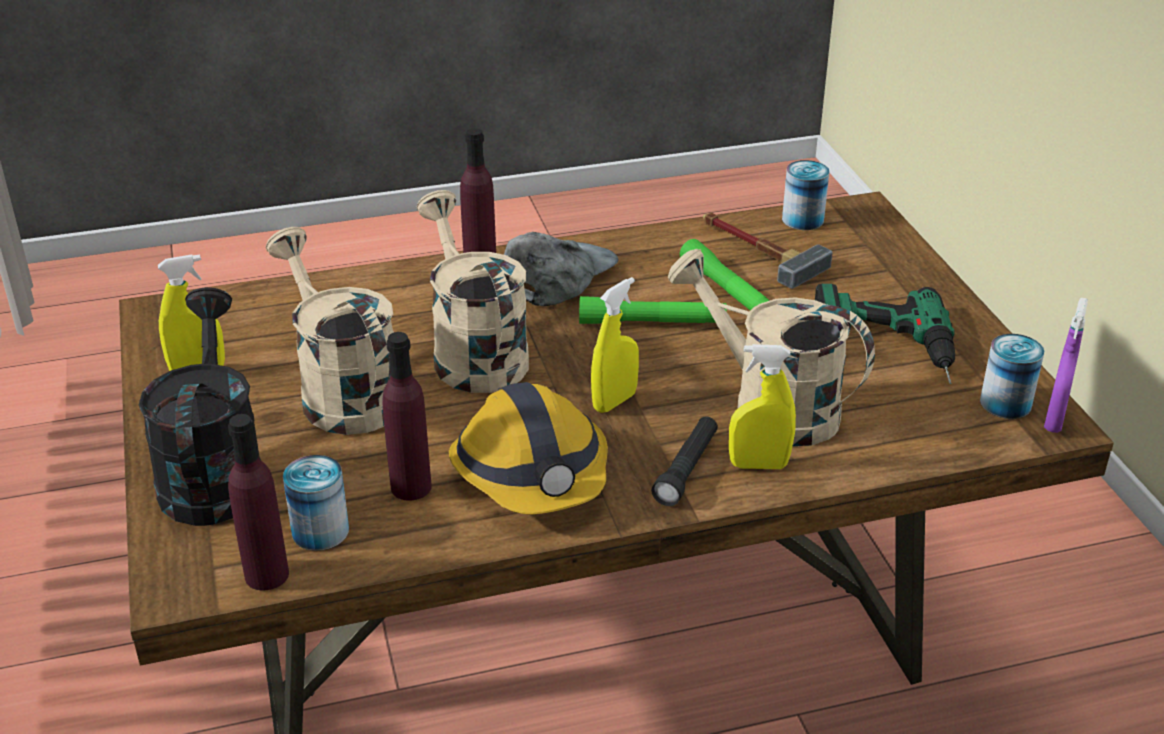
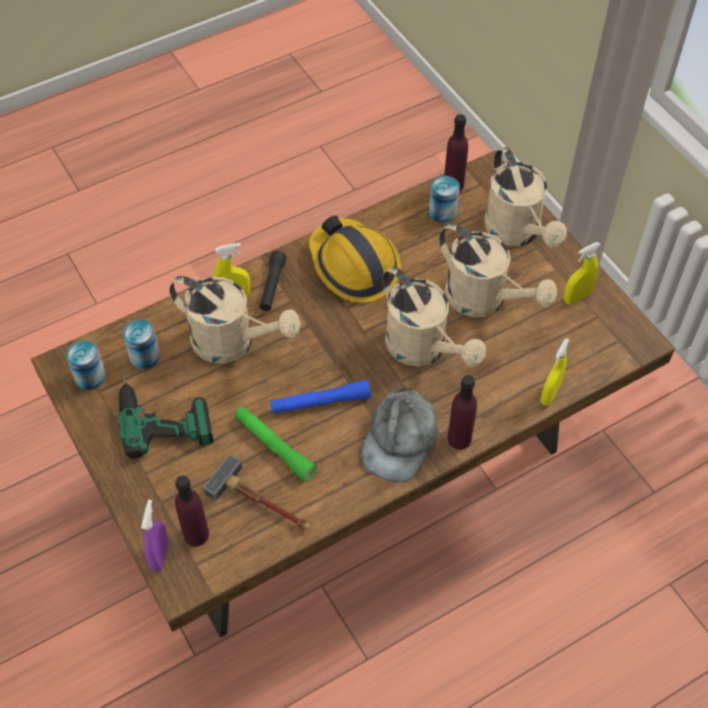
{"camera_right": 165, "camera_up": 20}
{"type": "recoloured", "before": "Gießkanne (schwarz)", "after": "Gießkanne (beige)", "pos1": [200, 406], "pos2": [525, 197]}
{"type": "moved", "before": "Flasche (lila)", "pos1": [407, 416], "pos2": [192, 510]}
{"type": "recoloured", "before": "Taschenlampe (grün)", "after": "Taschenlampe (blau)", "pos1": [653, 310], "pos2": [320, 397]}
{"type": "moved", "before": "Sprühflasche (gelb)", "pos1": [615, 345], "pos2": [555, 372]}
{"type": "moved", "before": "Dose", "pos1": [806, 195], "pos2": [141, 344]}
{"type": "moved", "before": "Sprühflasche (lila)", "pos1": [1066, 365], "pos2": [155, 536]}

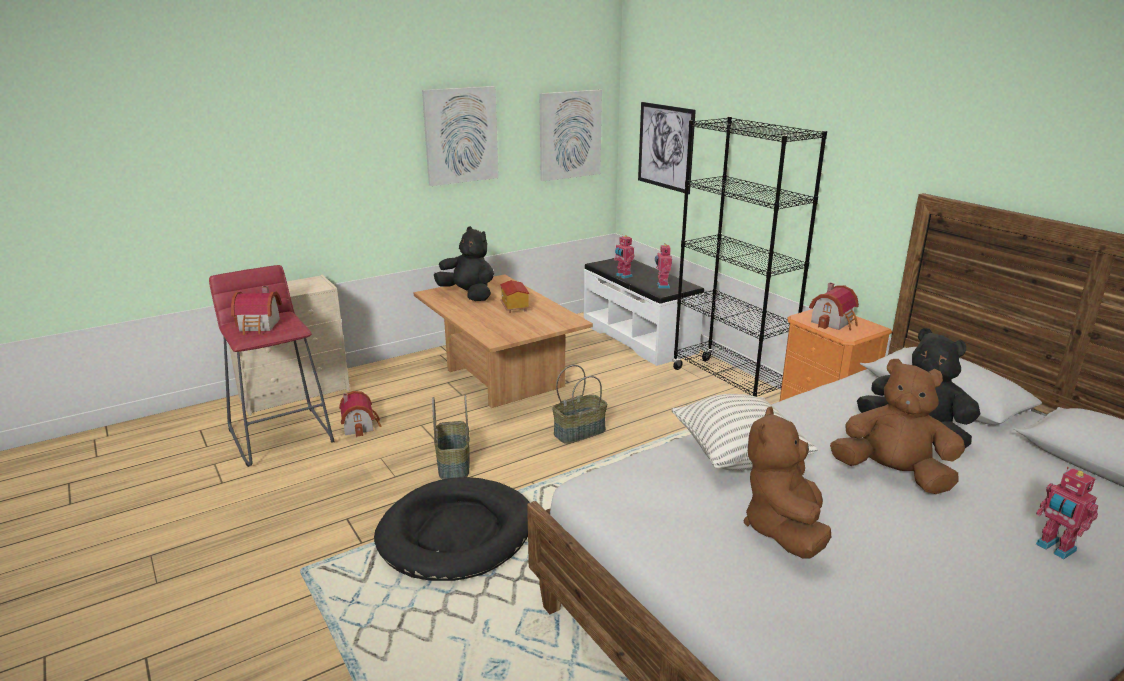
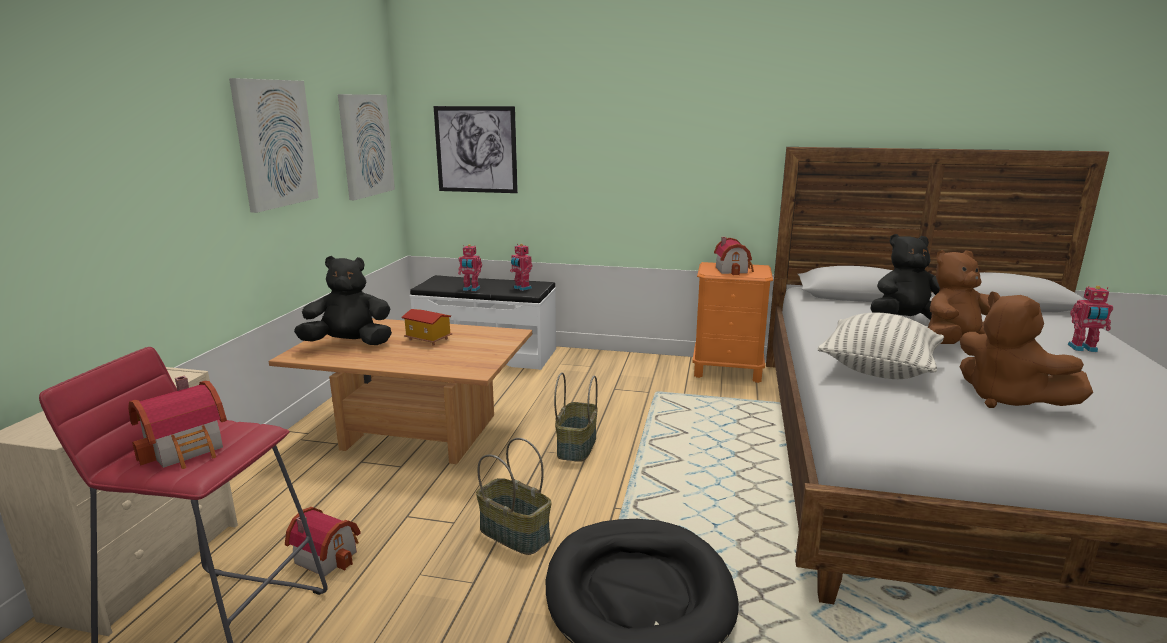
{"camera_right": -45, "camera_up": -5}
{"type": "removed", "before": "Bücherregal (schwarz)", "pos1": [749, 256]}

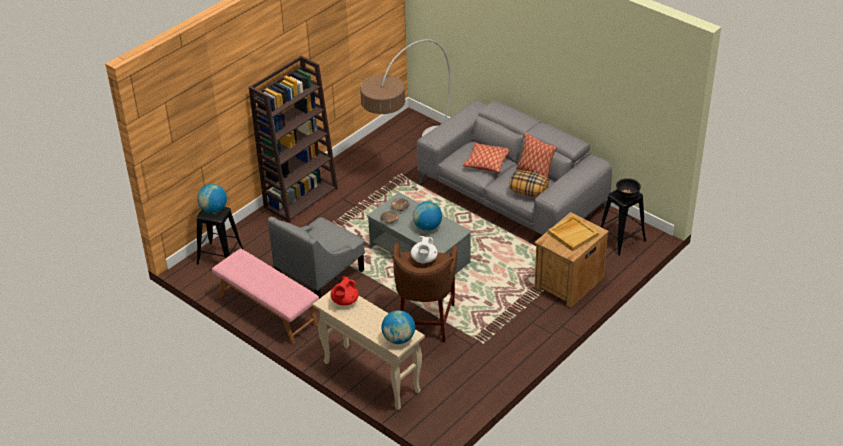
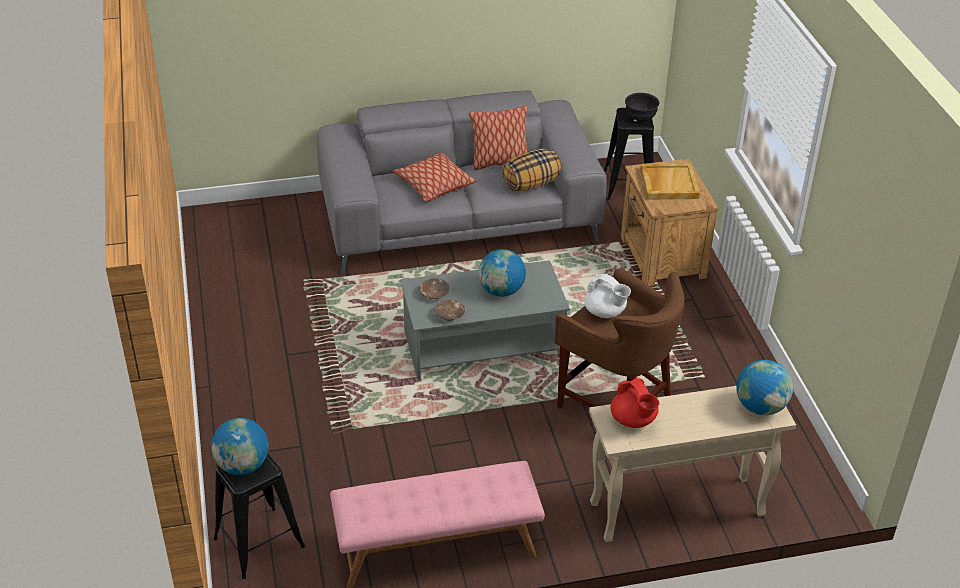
{"camera_right": -55, "camera_up": 0}
{"type": "removed", "before": "Bücherregal (braun)", "pos1": [293, 139]}
{"type": "removed", "before": "Sessel (grau)", "pos1": [316, 258]}
{"type": "removed", "before": "Stehlampe", "pos1": [405, 88]}

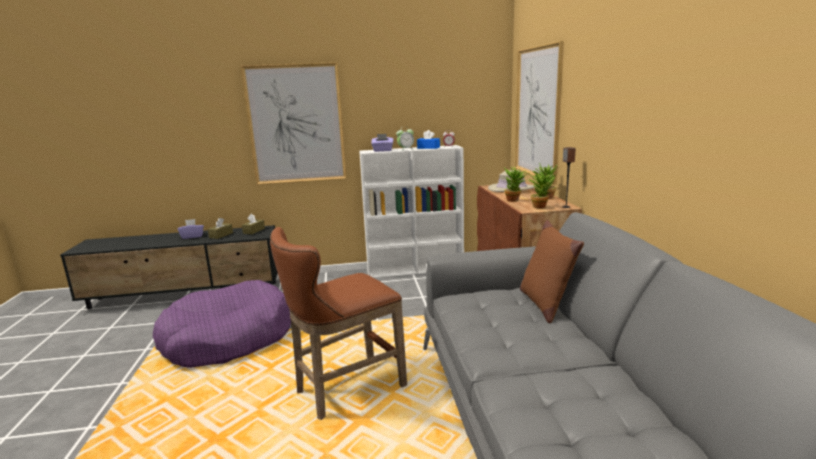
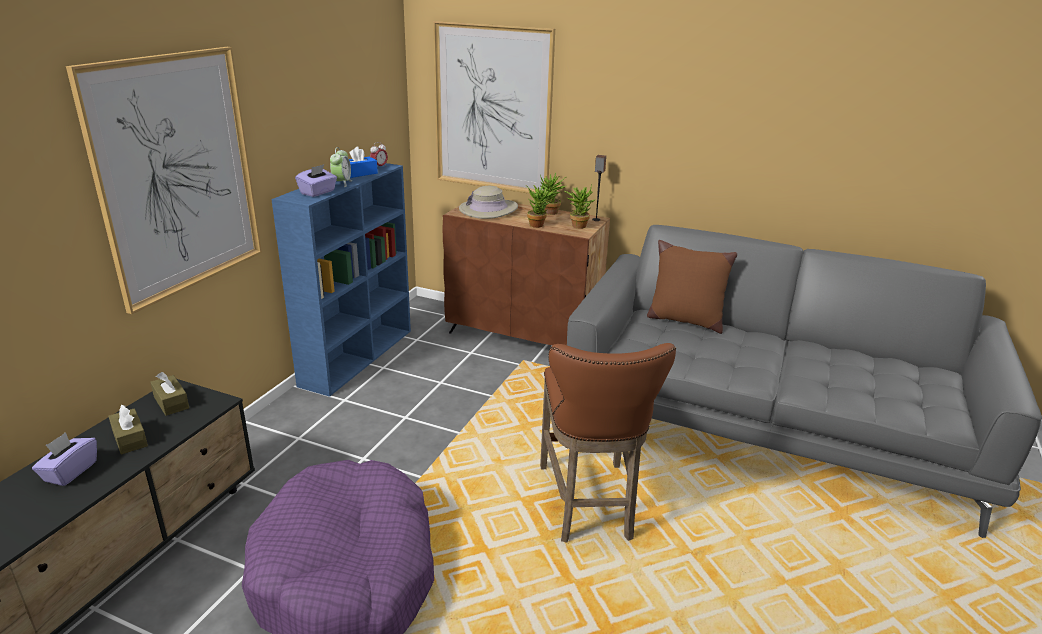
{"camera_right": -60, "camera_up": 10}
{"type": "recoloured", "before": "Bücherregal (weiß)", "after": "Bücherregal (blau)", "pos1": [411, 211], "pos2": [341, 280]}

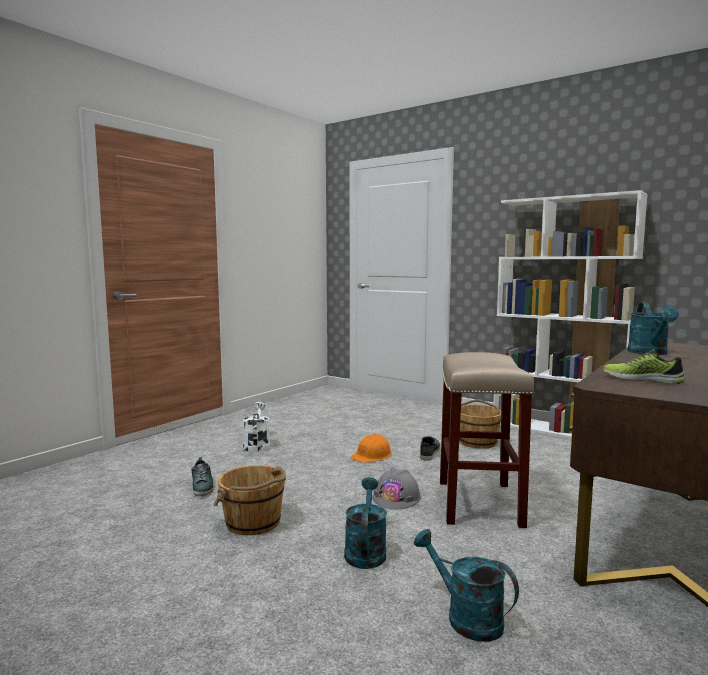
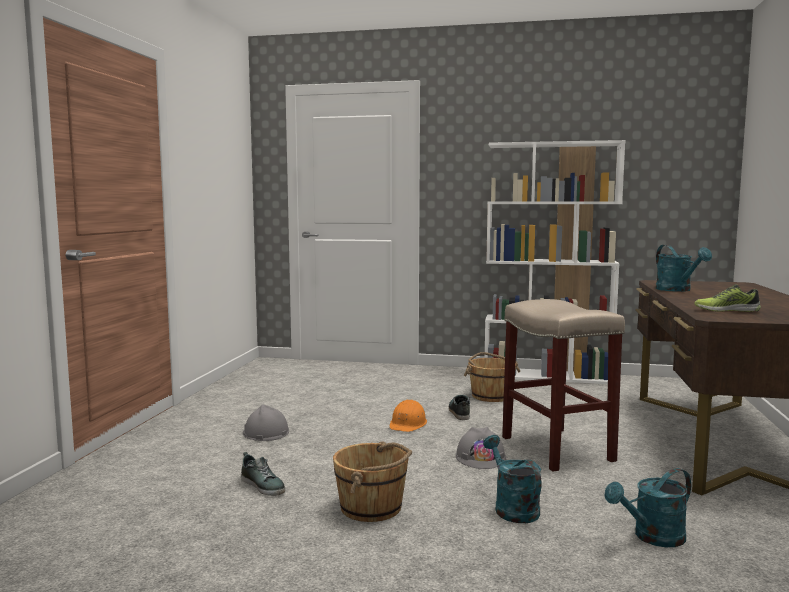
{"camera_right": -25, "camera_up": 0}
{"type": "replaced", "before": "Gießkanne (weiß)", "after": "Schutzhelm (grau)", "pos1": [256, 427], "pos2": [266, 423]}
{"type": "turned", "before": "Gießkanne (türkis)", "pos1": [466, 585], "pos2": [648, 507], "turn": -45}

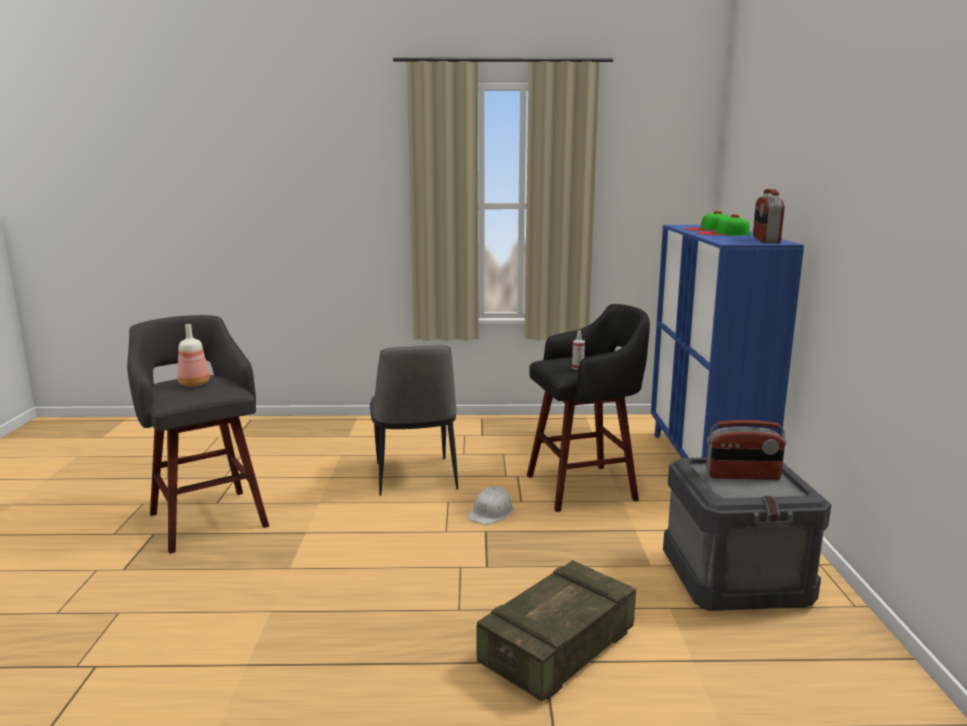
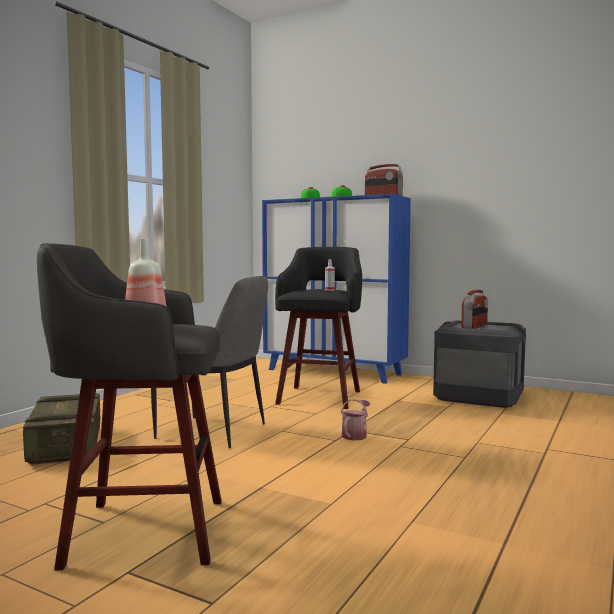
{"camera_right": -60, "camera_up": -10}
{"type": "removed", "before": "Schutzhelm (weiß)", "pos1": [491, 505]}
{"type": "moved", "before": "Kiste", "pos1": [556, 631], "pos2": [61, 429]}
{"type": "added", "after": "Gießkanne", "pos2": [356, 419]}

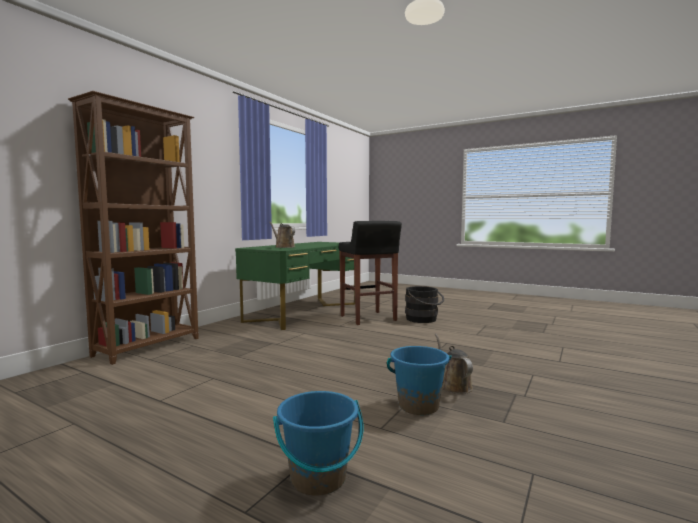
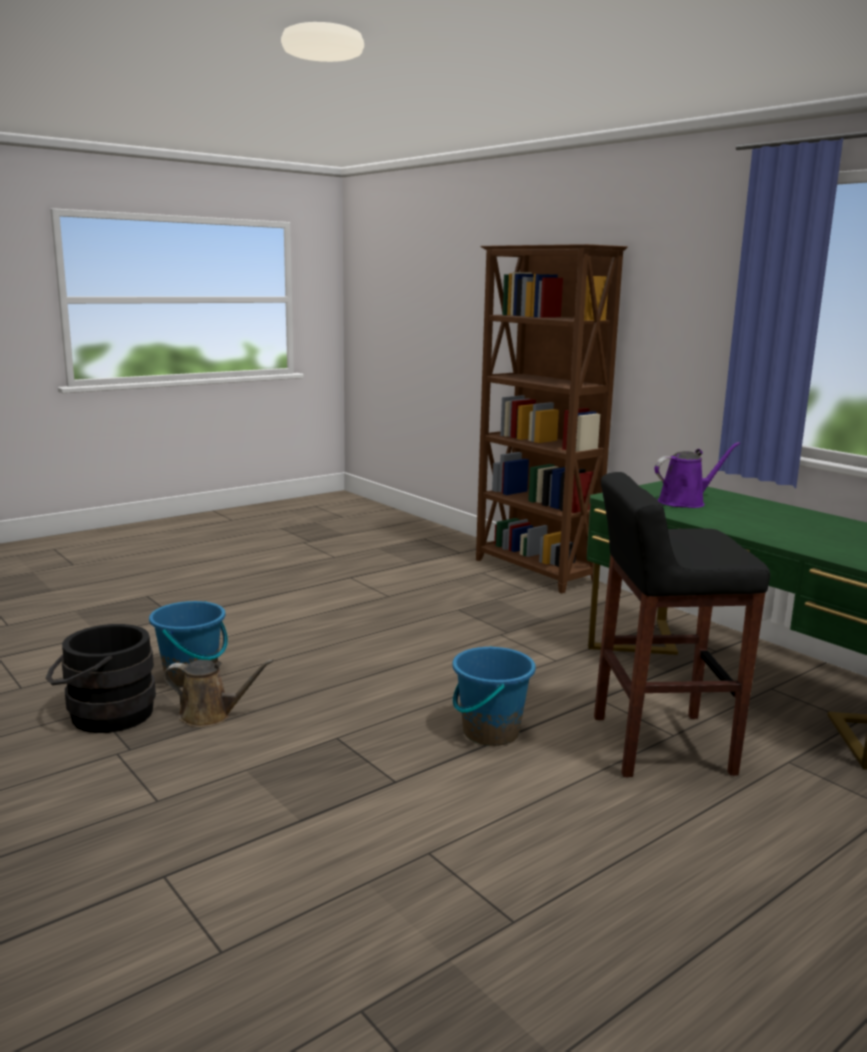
{"camera_right": 110, "camera_up": 10}
{"type": "recoloured", "before": "Gießkanne (braun)", "after": "Gießkanne (lila)", "pos1": [282, 235], "pos2": [697, 475]}
{"type": "moved", "before": "Eimer (blau)", "pos1": [318, 443], "pos2": [494, 696]}
{"type": "moved", "before": "Eimer (schwarz)", "pos1": [424, 304], "pos2": [101, 678]}

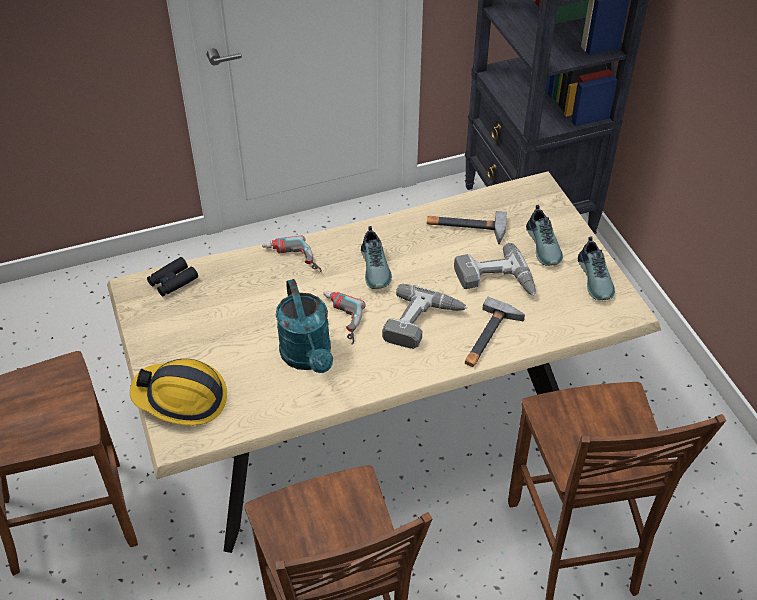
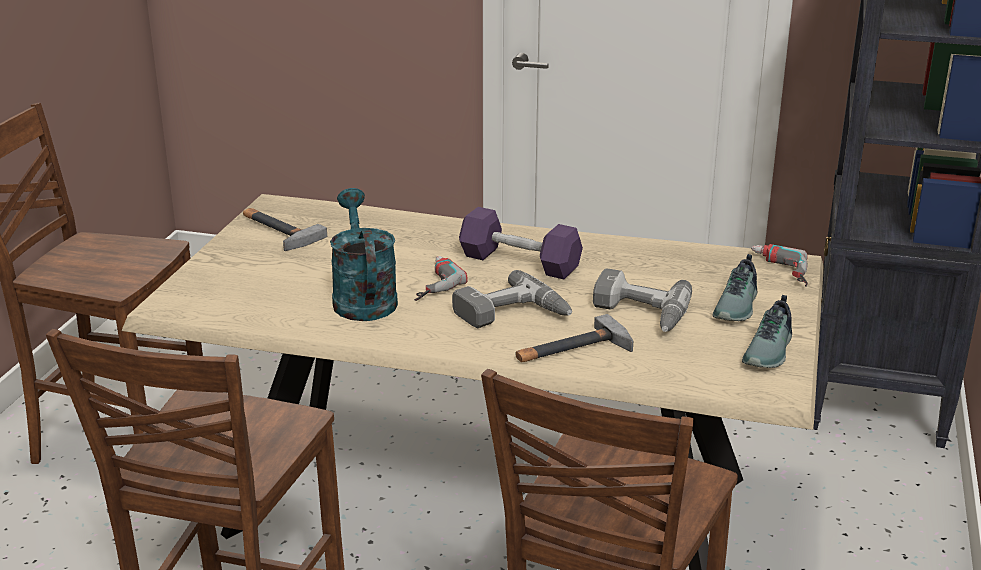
{"camera_right": 35, "camera_up": -20}
{"type": "removed", "before": "Schutzhelm", "pos1": [178, 392]}
{"type": "removed", "before": "Fernglas (schwarz)", "pos1": [172, 276]}
{"type": "moved", "before": "Bohrmaschine", "pos1": [292, 254], "pos2": [779, 265]}
{"type": "turned", "before": "Gießkanne (türkis)", "pos1": [304, 326], "pos2": [364, 254], "turn": 150}
{"type": "replaced", "before": "Schuh", "after": "Hantel (lila)", "pos1": [376, 257], "pos2": [521, 243]}
{"type": "moved", "before": "Hammer", "pos1": [467, 227], "pos2": [285, 229]}

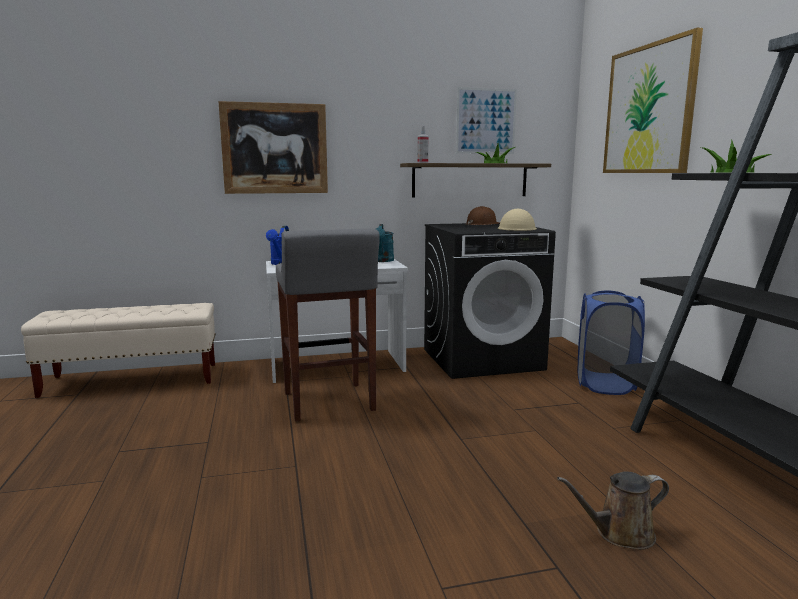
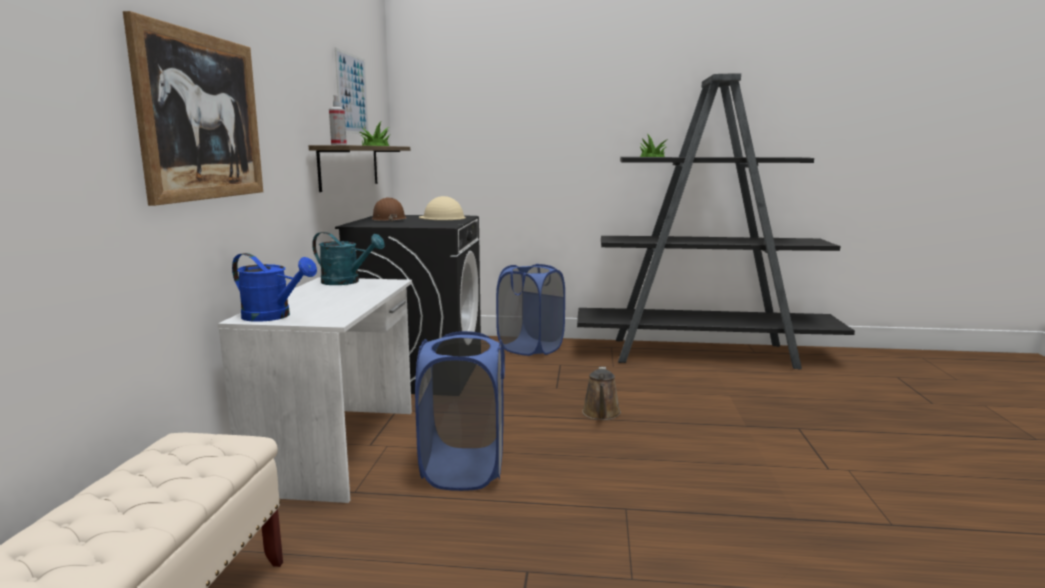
{"camera_right": -70, "camera_up": 0}
{"type": "replaced", "before": "Hocker (grau)", "after": "Wäschekorb (blau)", "pos1": [328, 325], "pos2": [460, 411]}
{"type": "moved", "before": "Gießkanne (braun)", "pos1": [613, 510], "pos2": [601, 393]}
{"type": "removed", "before": "Bild", "pos1": [653, 100]}

